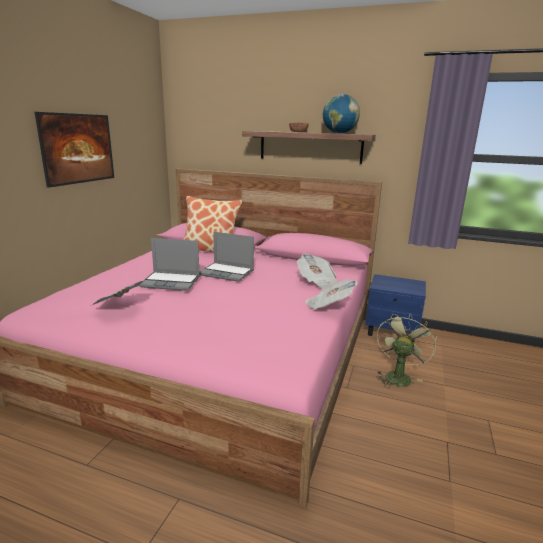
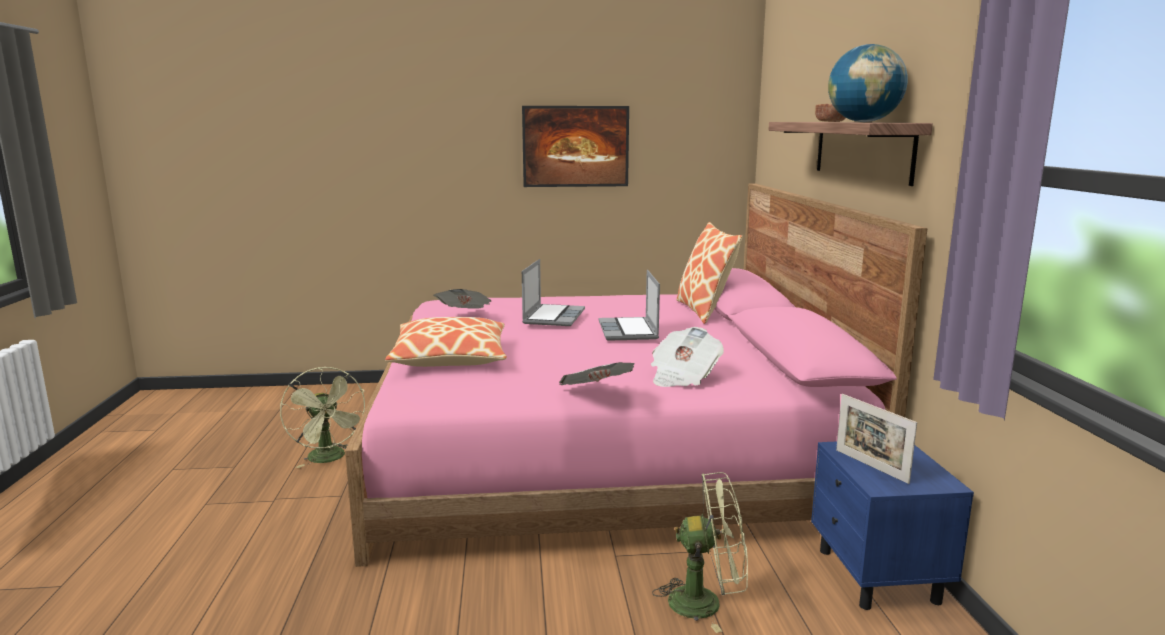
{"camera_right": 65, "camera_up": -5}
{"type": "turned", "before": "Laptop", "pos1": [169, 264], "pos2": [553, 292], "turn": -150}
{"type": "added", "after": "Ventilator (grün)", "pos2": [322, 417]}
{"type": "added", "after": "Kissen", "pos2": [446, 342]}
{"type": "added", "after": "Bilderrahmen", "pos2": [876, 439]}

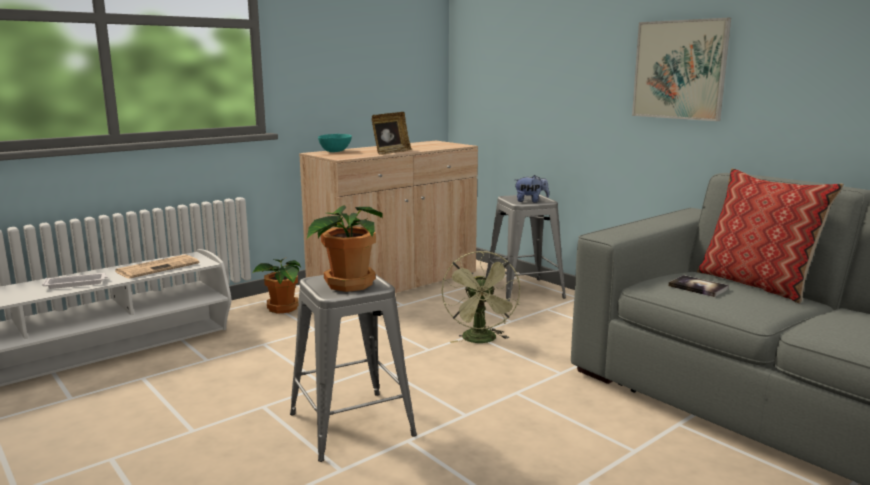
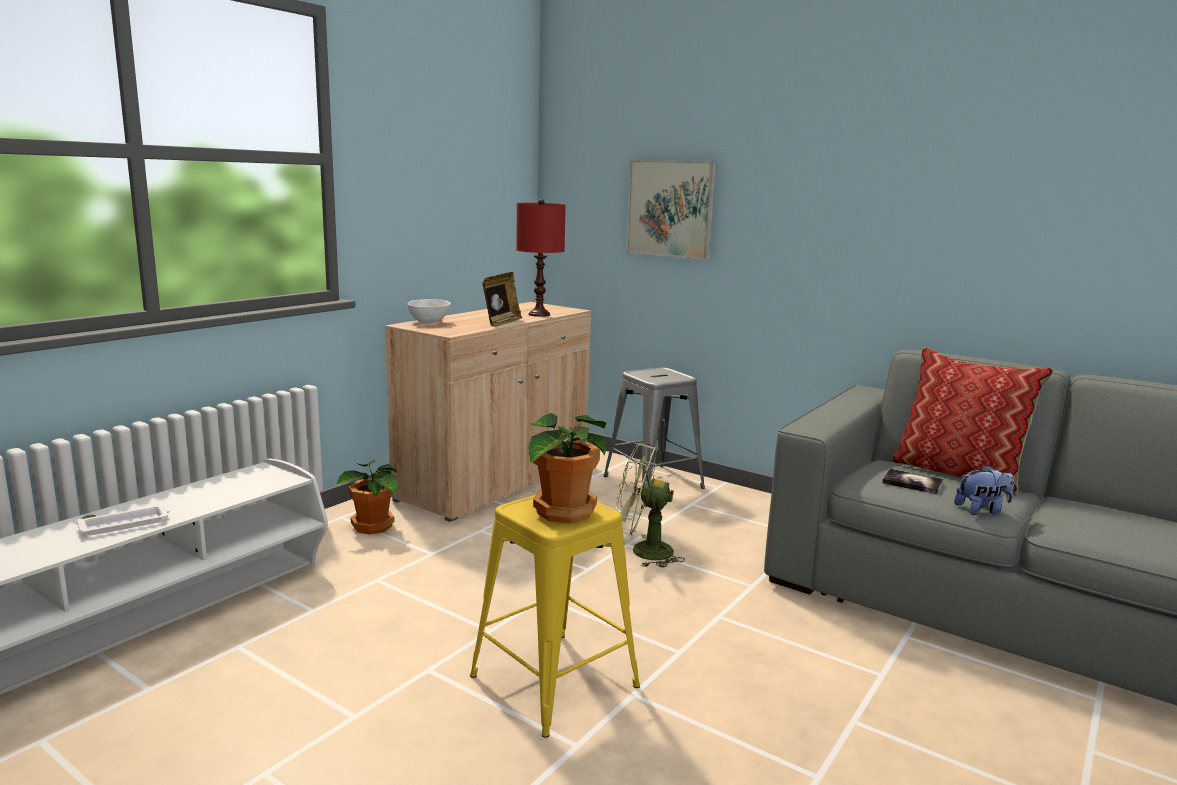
{"camera_right": -15, "camera_up": 0}
{"type": "removed", "before": "Zeitung", "pos1": [157, 267]}
{"type": "recoloured", "before": "Hocker (grau)", "after": "Hocker (gelb)", "pos1": [353, 368], "pos2": [555, 616]}
{"type": "recoloured", "before": "Schüssel (türkis)", "after": "Schüssel (weiß)", "pos1": [335, 143], "pos2": [429, 311]}
{"type": "turned", "before": "Ventilator (grün)", "pos1": [481, 297], "pos2": [650, 506], "turn": 120}
{"type": "moved", "before": "Plüschtier", "pos1": [531, 189], "pos2": [984, 490]}
{"type": "moved", "before": "Bild", "pos1": [681, 69], "pos2": [671, 209]}
{"type": "added", "after": "Tischlampe (rot)", "pos2": [541, 258]}

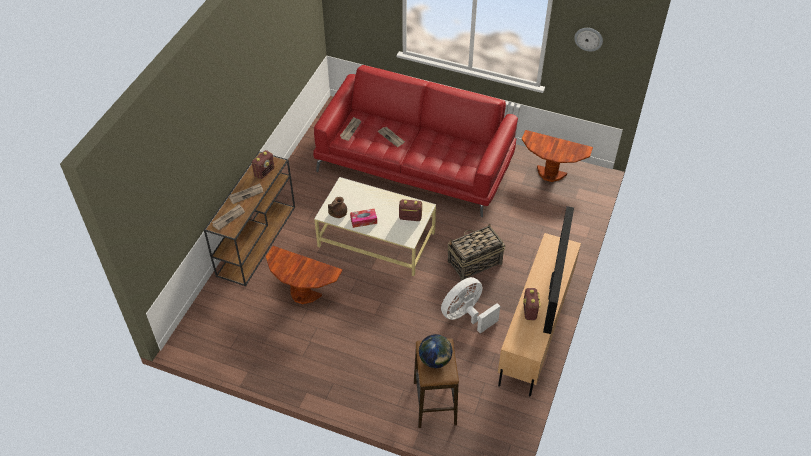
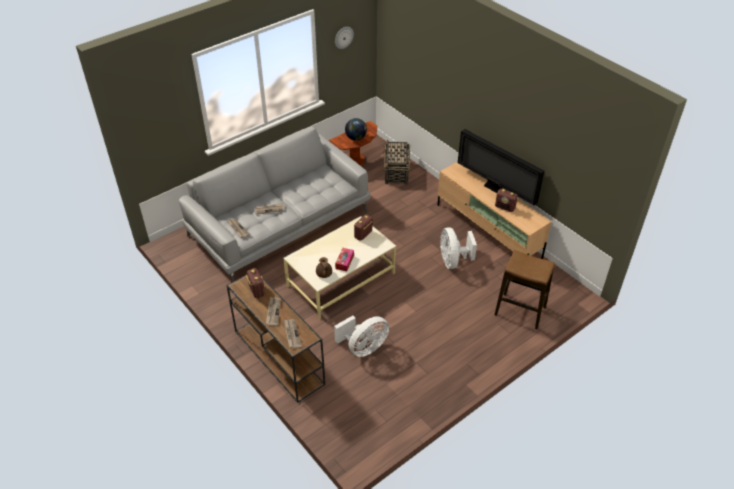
{"camera_right": -60, "camera_up": -5}
{"type": "replaced", "before": "Beistelltisch (braun)", "after": "Ventilator (weiß)", "pos1": [304, 275], "pos2": [361, 336]}
{"type": "recoloured", "before": "Sofa (rot)", "after": "Sofa (grau)", "pos1": [415, 141], "pos2": [274, 204]}
{"type": "moved", "before": "Globus", "pos1": [435, 351], "pos2": [356, 129]}
{"type": "moved", "before": "Korb", "pos1": [476, 252], "pos2": [396, 162]}

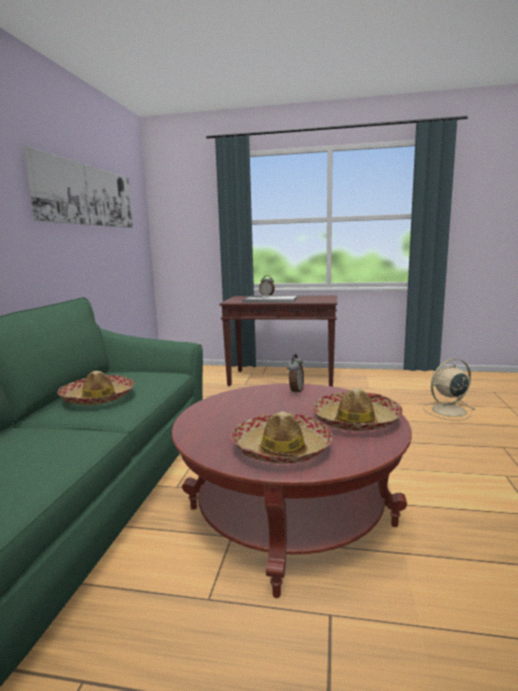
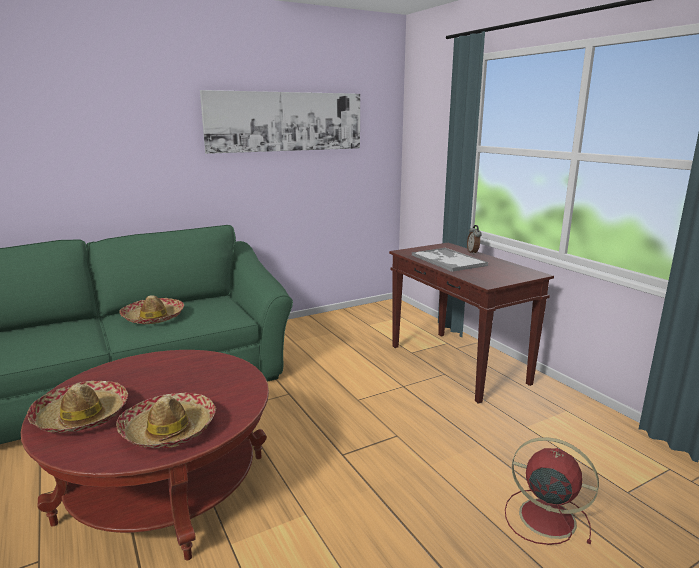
{"camera_right": 50, "camera_up": 5}
{"type": "removed", "before": "Wecker", "pos1": [295, 374]}
{"type": "recoloured", "before": "Ventilator (beige)", "after": "Ventilator (rot)", "pos1": [449, 389], "pos2": [552, 491]}

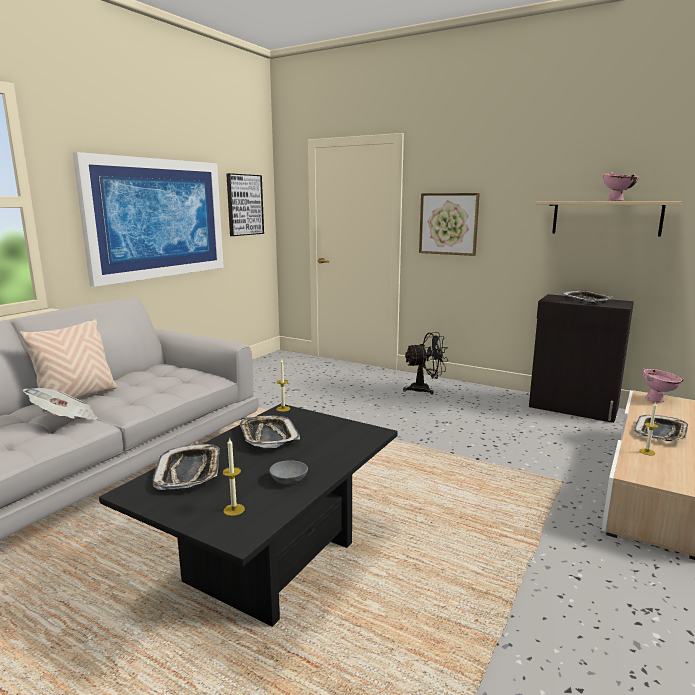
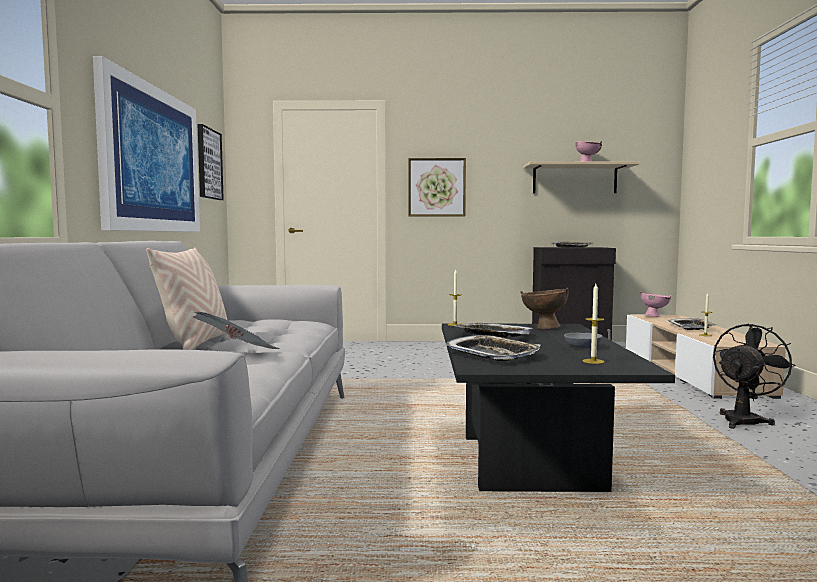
{"camera_right": -30, "camera_up": -10}
{"type": "moved", "before": "Ventilator (schwarz)", "pos1": [425, 363], "pos2": [754, 376]}
{"type": "added", "after": "Schüssel (braun)", "pos2": [544, 308]}

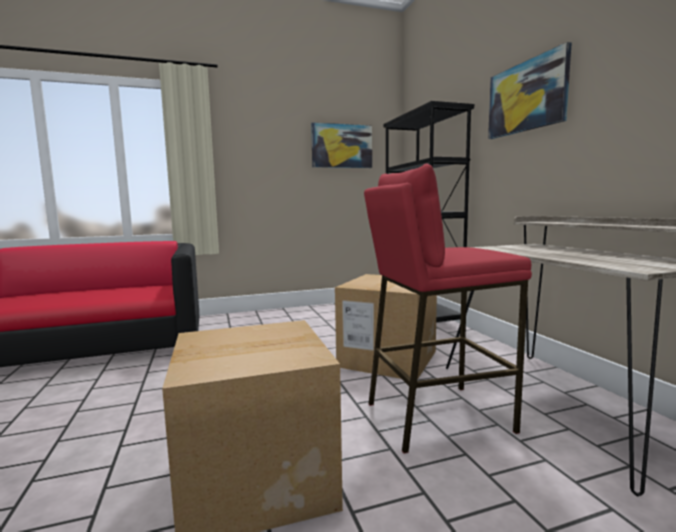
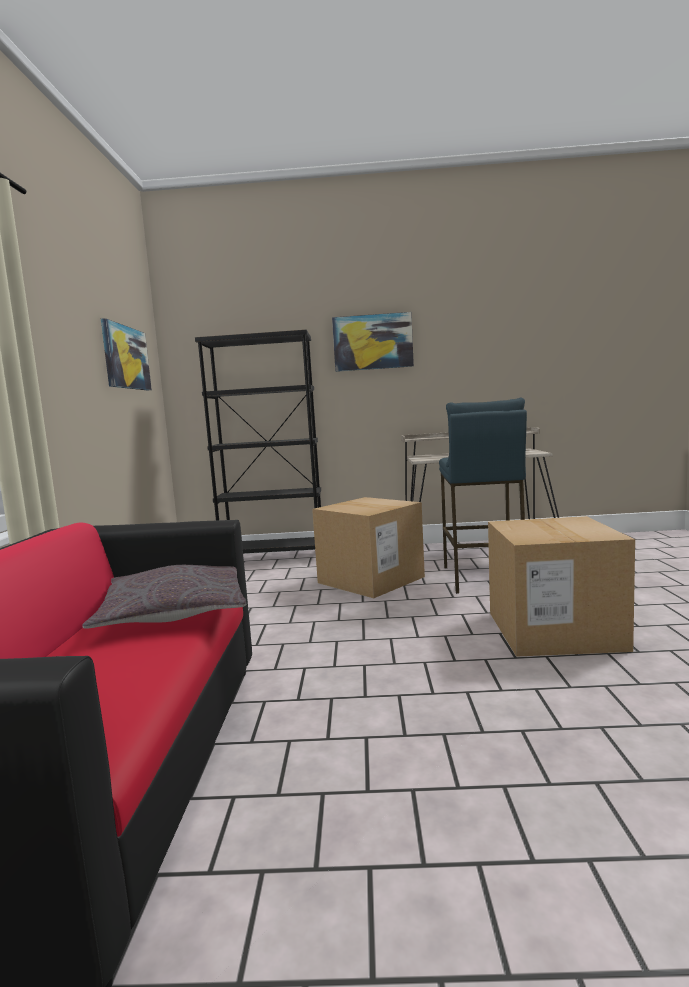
{"camera_right": -70, "camera_up": 0}
{"type": "recoloured", "before": "Hocker (rot)", "after": "Hocker (blau)", "pos1": [448, 308], "pos2": [483, 496]}
{"type": "added", "after": "Kissen (grau)", "pos2": [164, 597]}

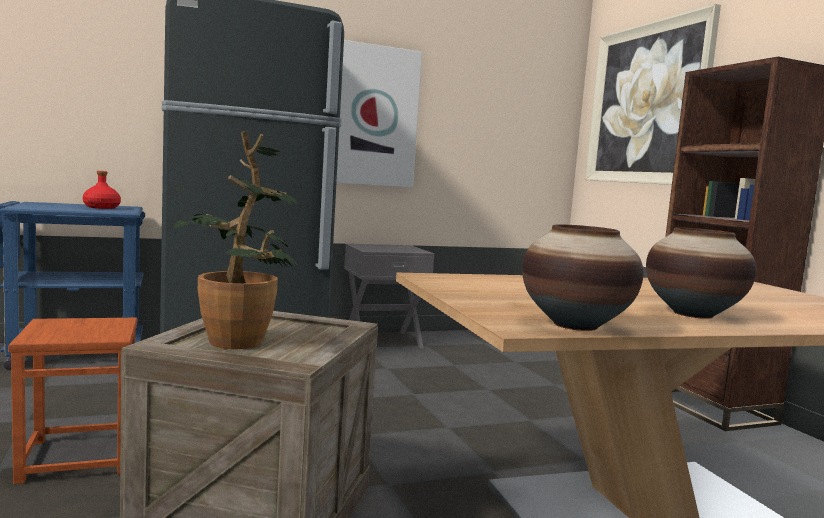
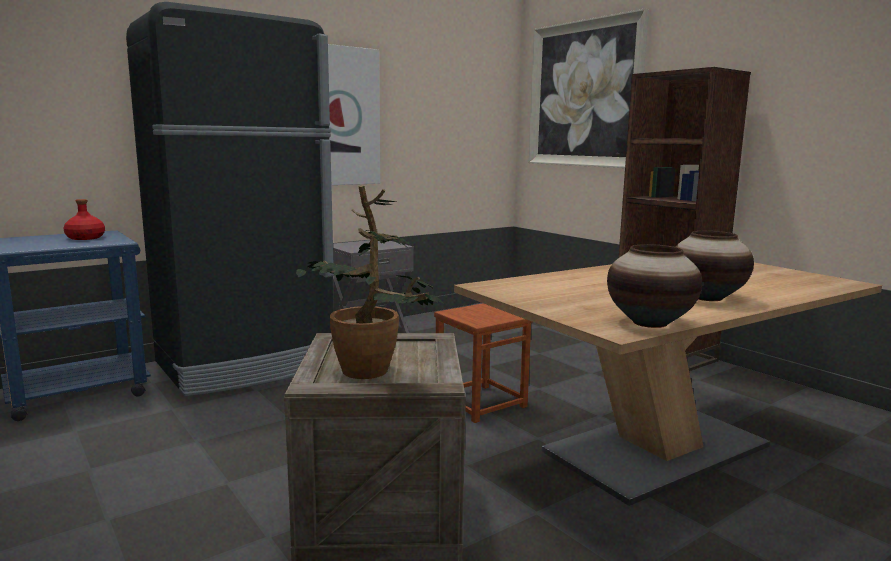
{"camera_right": -15, "camera_up": 5}
{"type": "moved", "before": "Hocker (braun)", "pos1": [72, 401], "pos2": [483, 363]}

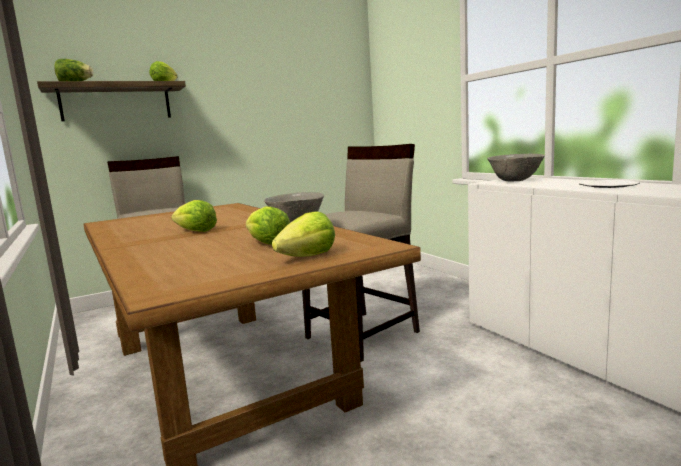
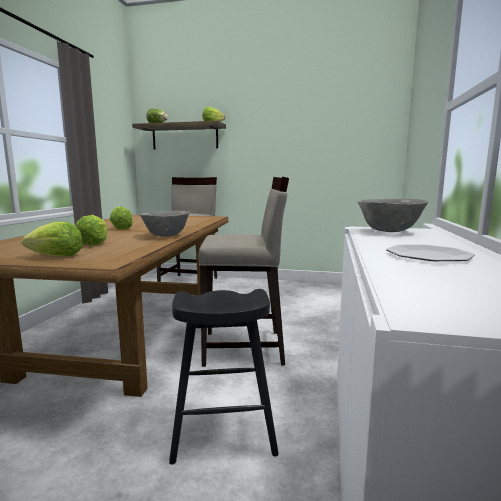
{"camera_right": 40, "camera_up": 0}
{"type": "added", "after": "Hocker (schwarz)", "pos2": [224, 376]}

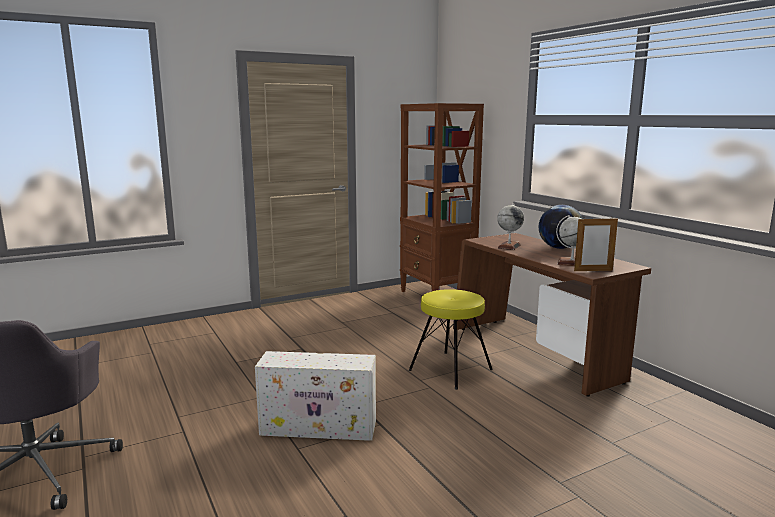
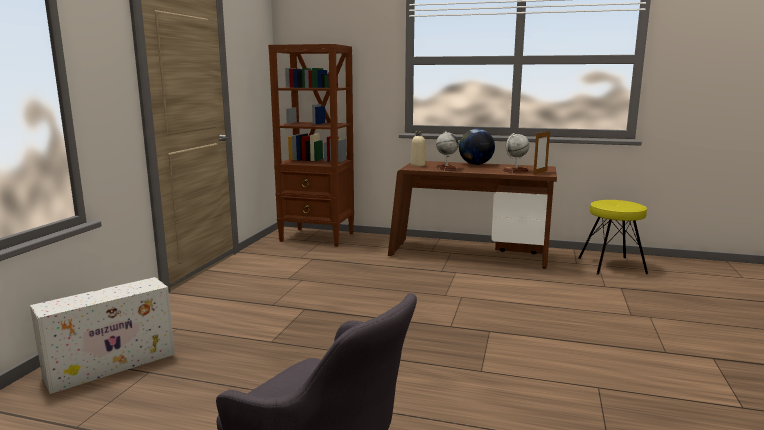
{"camera_right": -45, "camera_up": 0}
{"type": "moved", "before": "Aufbewahrungsbox (weiß)", "pos1": [315, 396], "pos2": [102, 335]}
{"type": "moved", "before": "Hocker (gelb)", "pos1": [451, 339], "pos2": [613, 237]}
{"type": "added", "after": "Flasche (beige)", "pos2": [418, 148]}

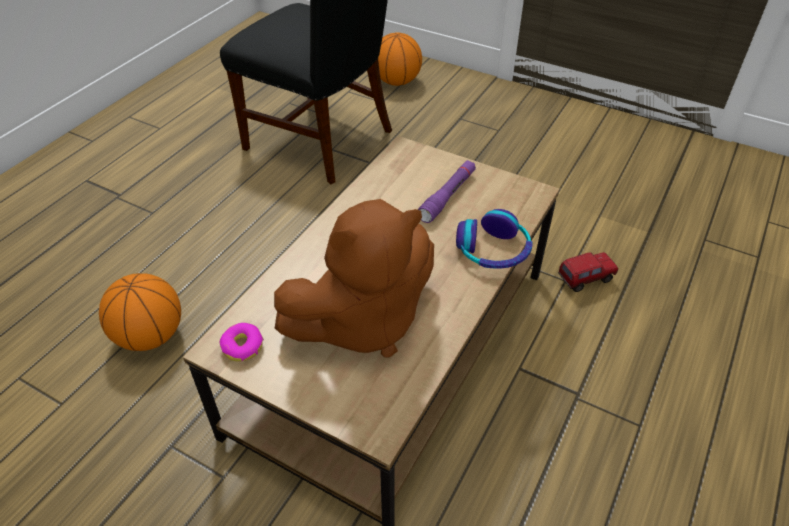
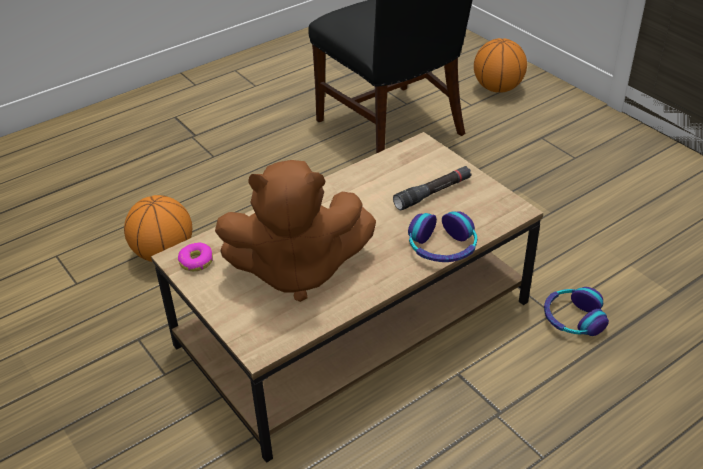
{"camera_right": 25, "camera_up": -5}
{"type": "recoloured", "before": "Taschenlampe (lila)", "after": "Taschenlampe (schwarz)", "pos1": [447, 191], "pos2": [432, 188]}
{"type": "replaced", "before": "Spielzeuglaster", "after": "Kopfhörer", "pos1": [588, 272], "pos2": [576, 311]}

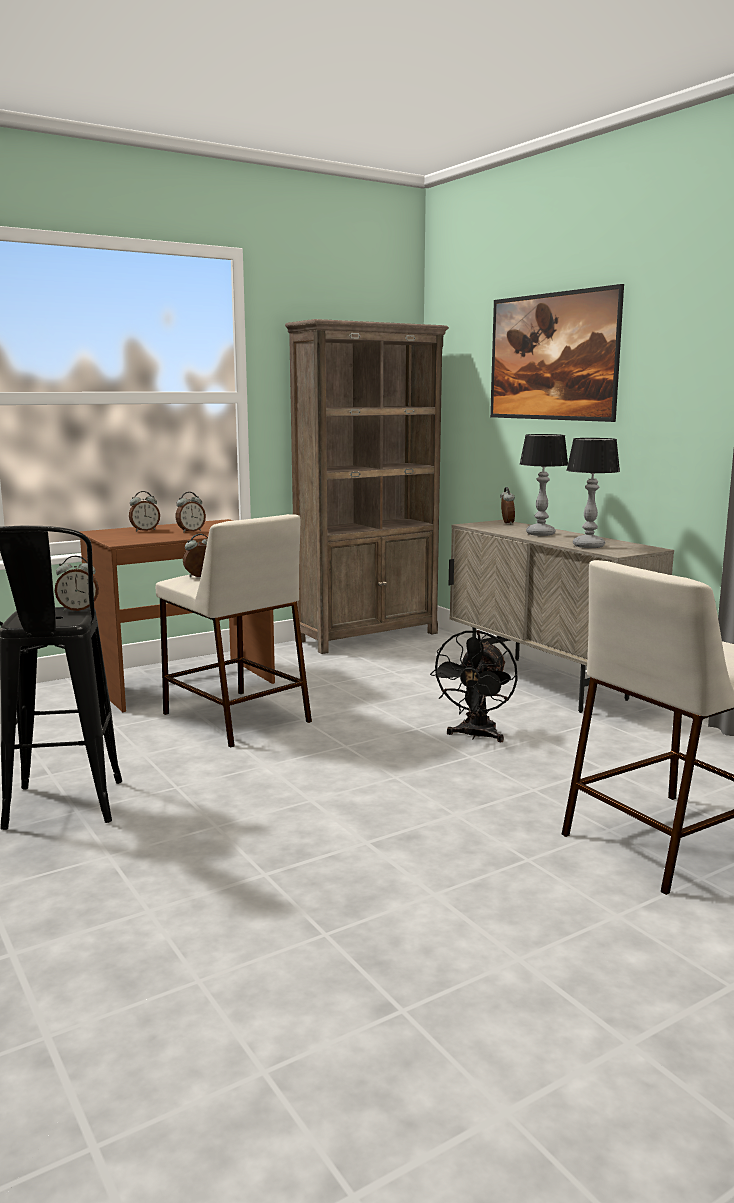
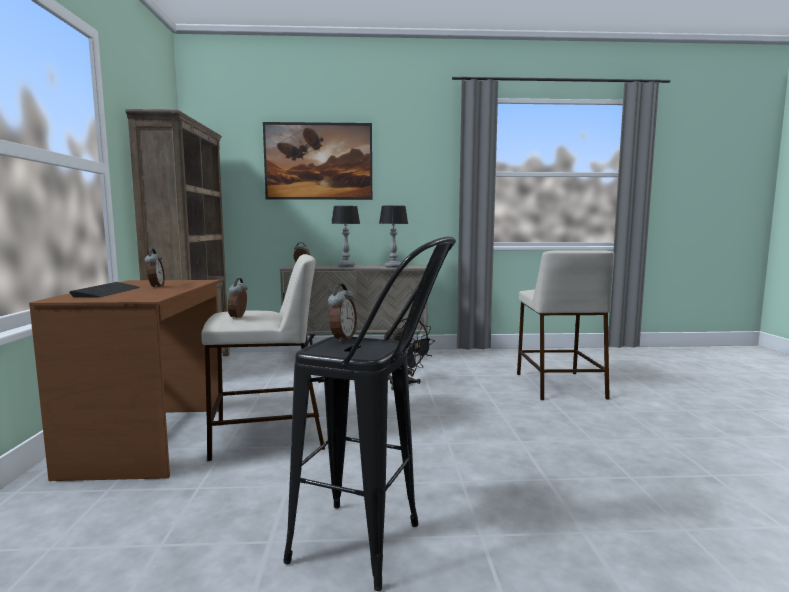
{"camera_right": -60, "camera_up": -5}
{"type": "replaced", "before": "Wecker", "after": "Tastatur", "pos1": [144, 511], "pos2": [104, 289]}

